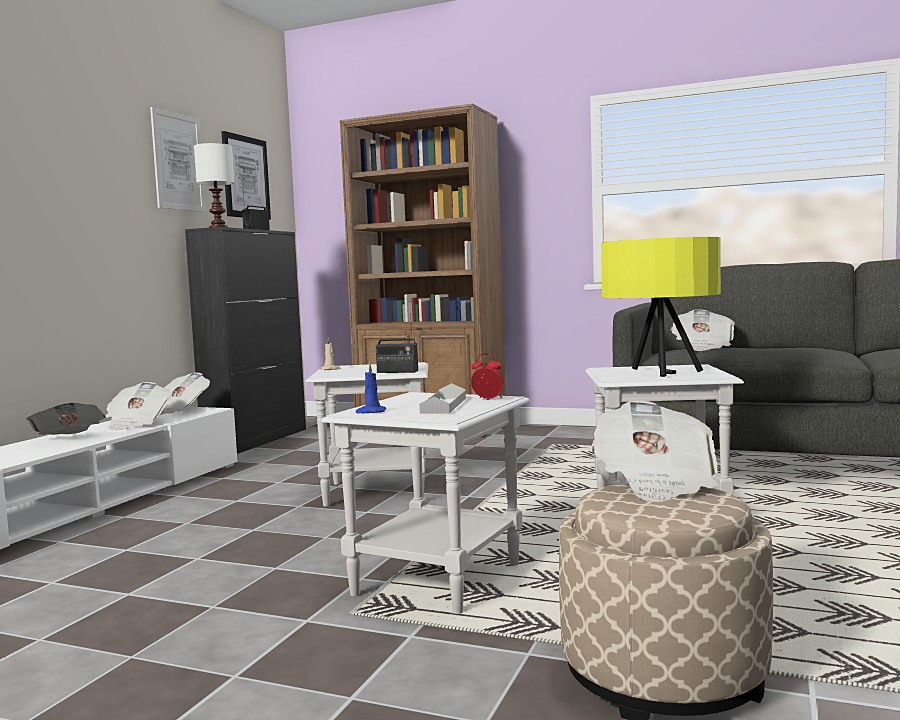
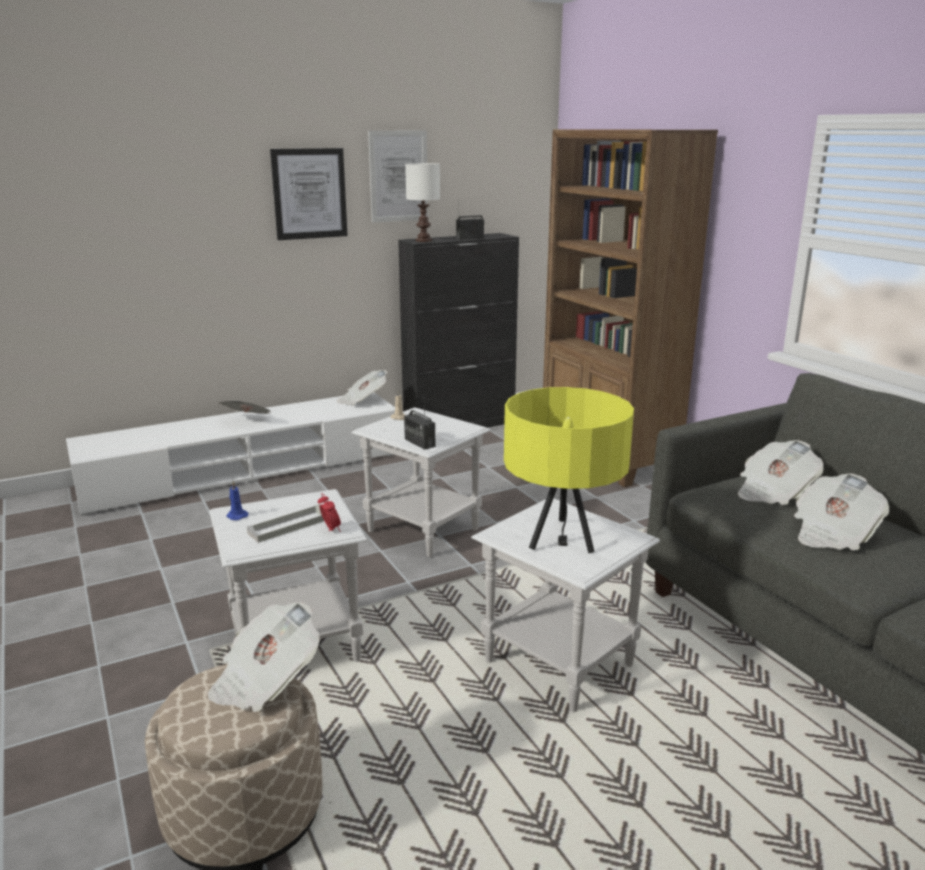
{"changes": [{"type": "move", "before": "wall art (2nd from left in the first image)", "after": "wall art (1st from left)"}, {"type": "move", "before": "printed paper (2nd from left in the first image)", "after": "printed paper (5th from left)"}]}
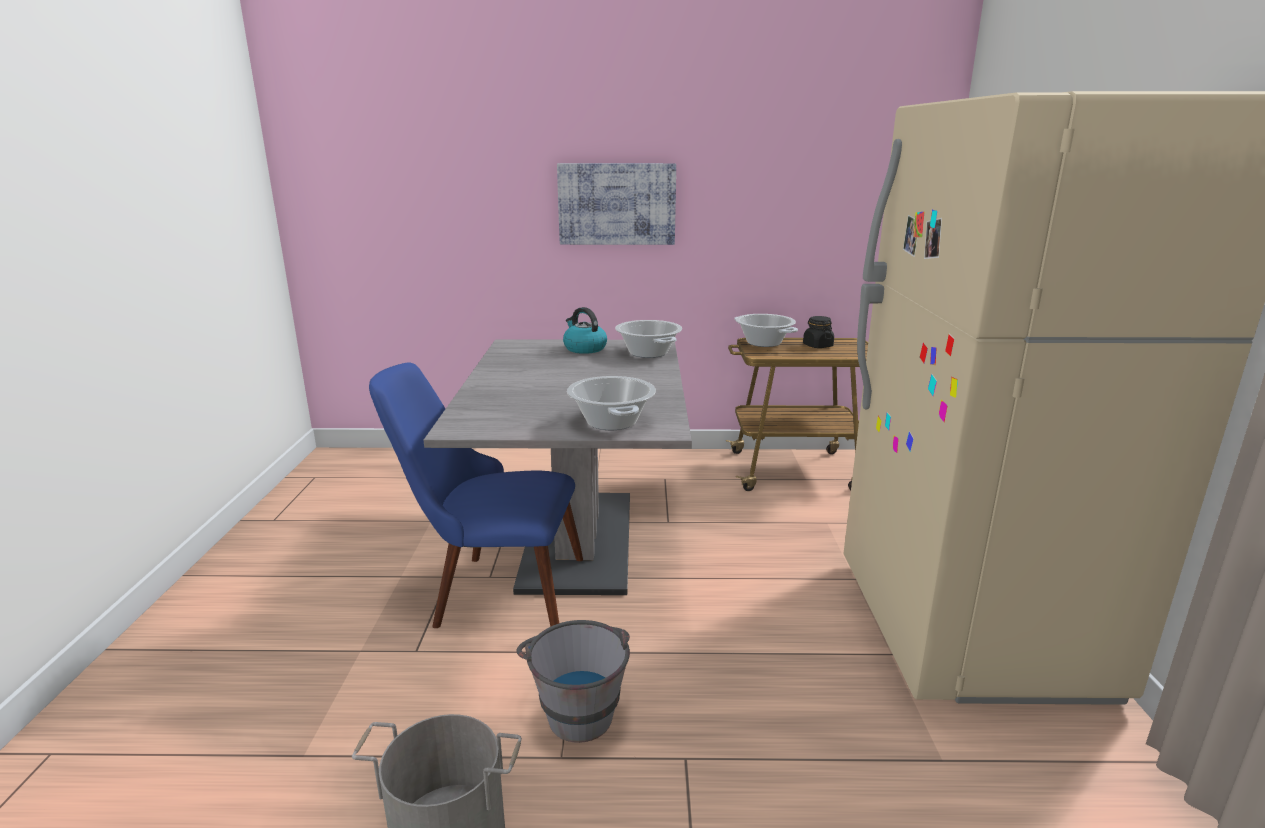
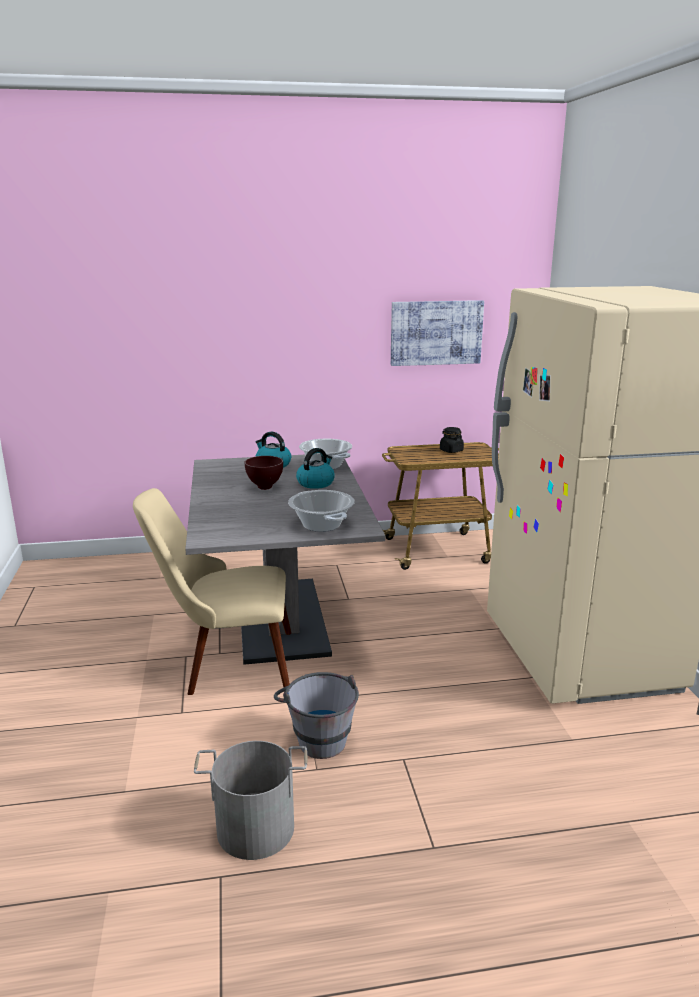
{"changes": [{"type": "recolor", "before": "upright chair/bluish", "after": "upright chair/beige"}, {"type": "insert", "after": "deep dish/brownish"}, {"type": "insert", "after": "kettle (2nd from left)"}, {"type": "move", "before": "wall art"}, {"type": "delete", "before": "stockpot (3rd from left)"}]}
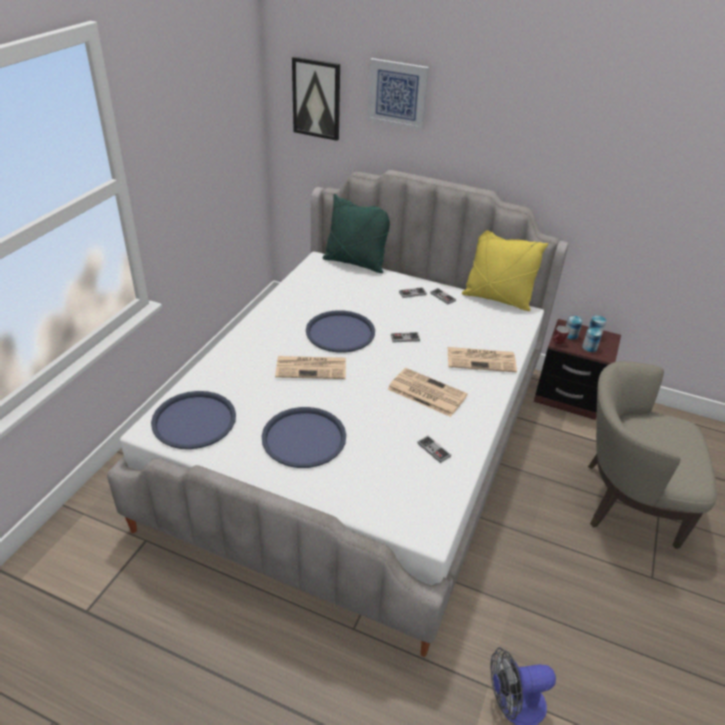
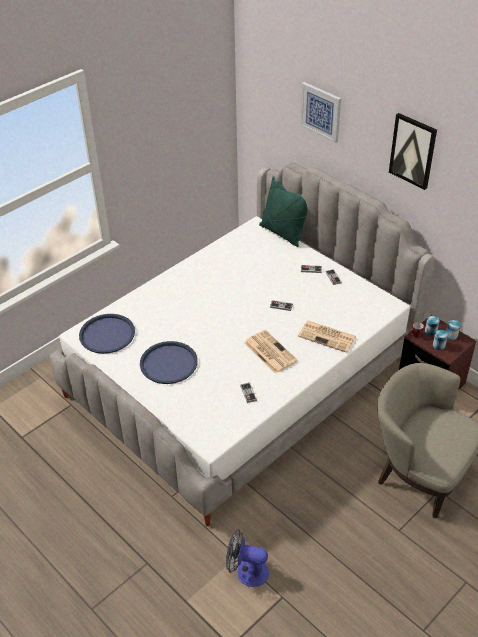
{"changes": [{"type": "move", "before": "wall art (1st from left in the first image)", "after": "wall art (2nd from left)"}, {"type": "delete", "before": "printed paper (1st from left)"}, {"type": "delete", "before": "serving tray/bluish (3rd from left)"}, {"type": "delete", "before": "throw pillow/yellowish"}]}
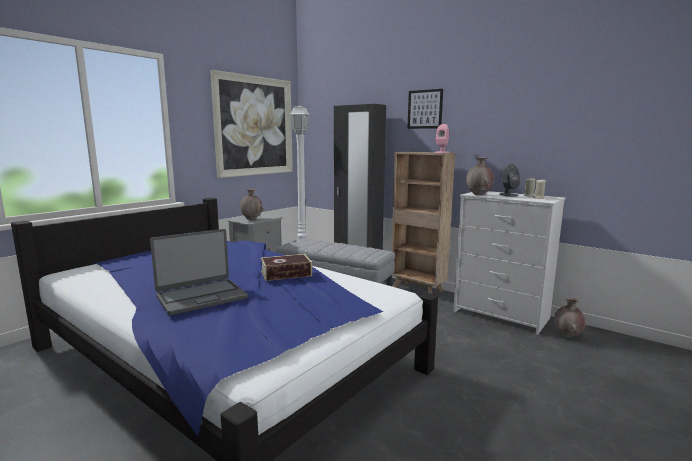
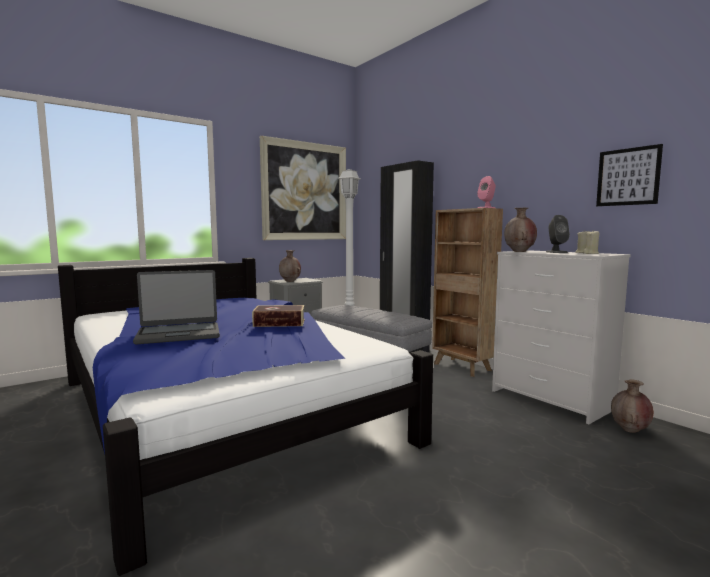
{"changes": [{"type": "move", "before": "wall art (2nd from left)"}]}
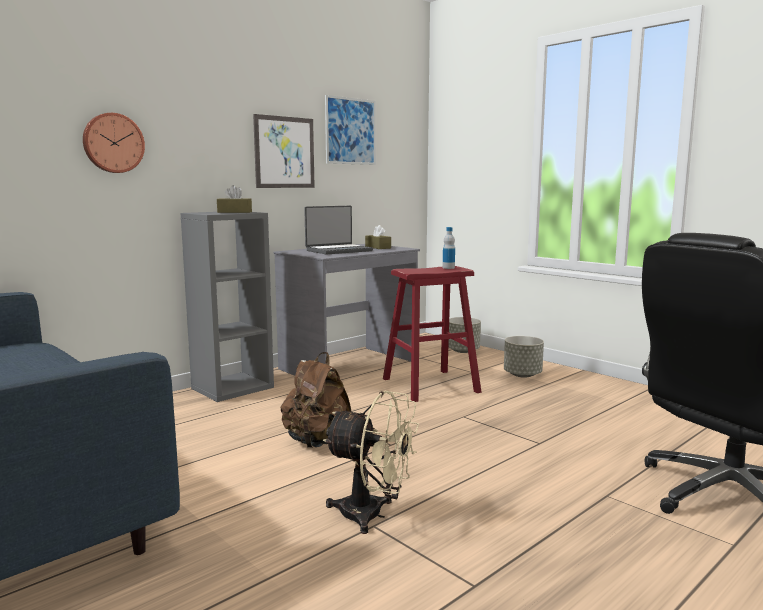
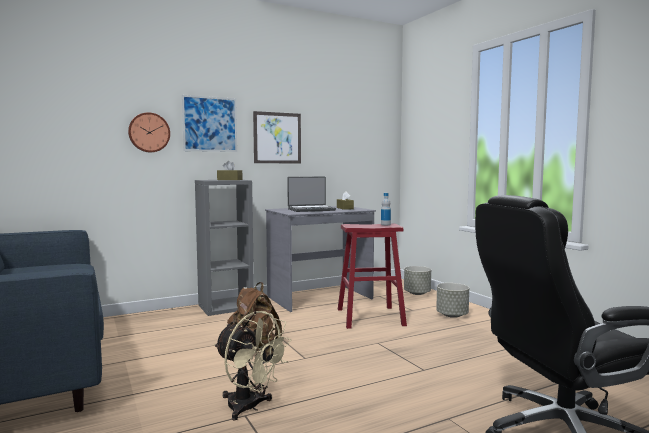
{"changes": [{"type": "move", "before": "wall art (2nd from left in the first image)", "after": "wall art (1st from left)"}]}
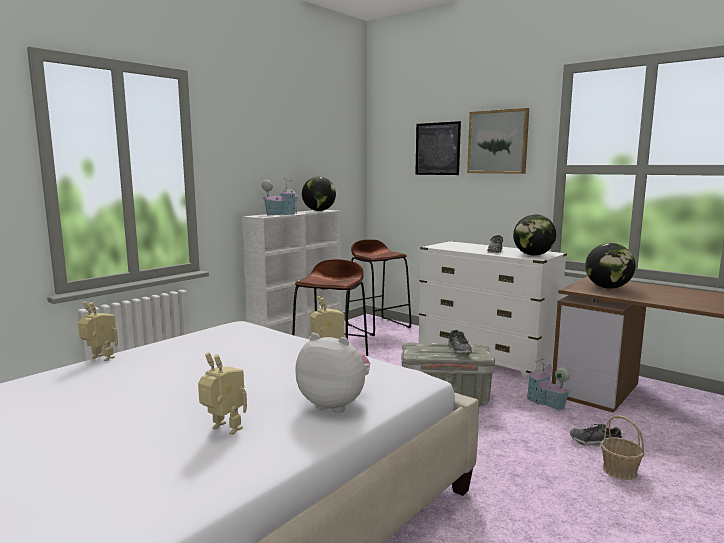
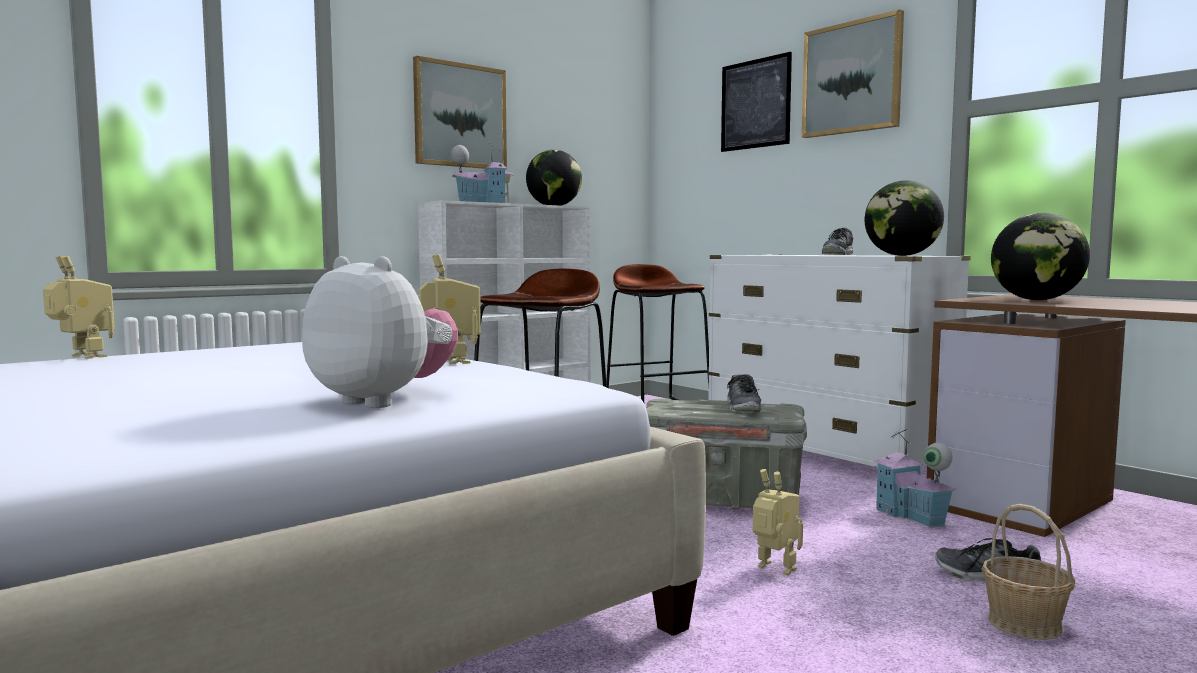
{"changes": [{"type": "insert", "after": "wall art (1st from left)"}, {"type": "move", "before": "toy robot (2nd from left in the first image)", "after": "toy robot (3rd from left)"}]}
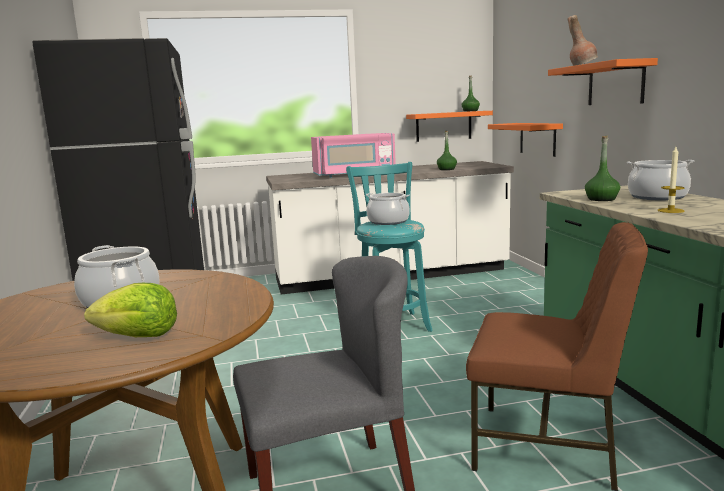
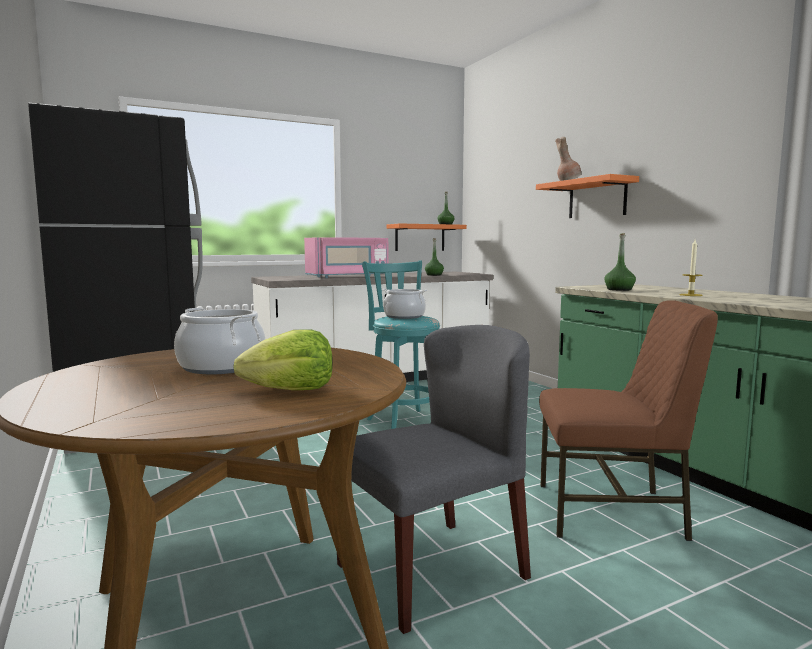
{"changes": [{"type": "delete", "before": "bracket shelf/orange (2nd from left)"}, {"type": "delete", "before": "stockpot (3rd from left)"}]}
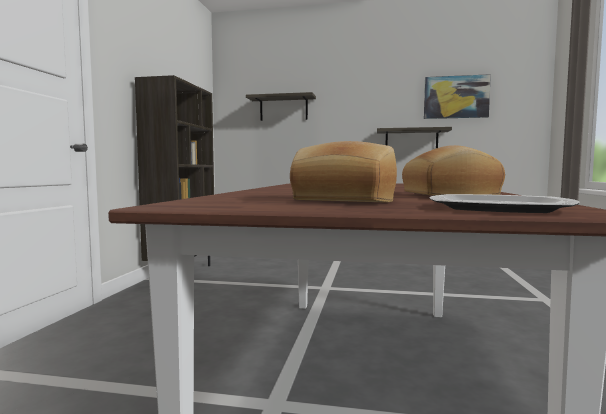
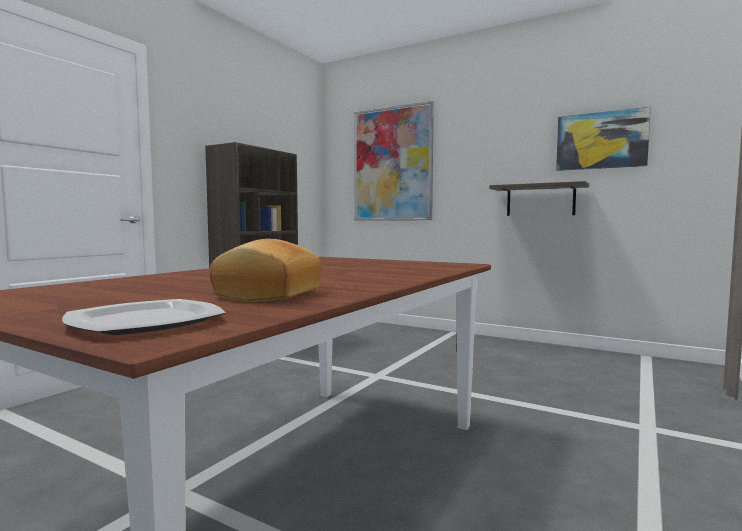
{"changes": [{"type": "replace", "before": "bracket shelf (1st from left)", "after": "wall art (1st from left)"}, {"type": "delete", "before": "bread (1st from left)"}]}
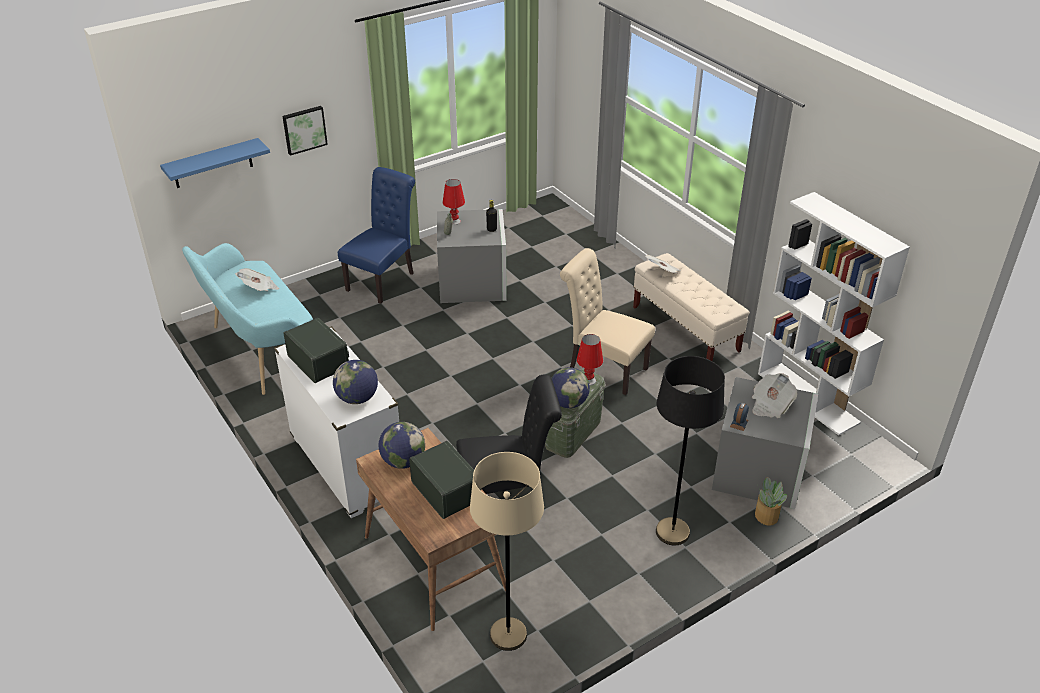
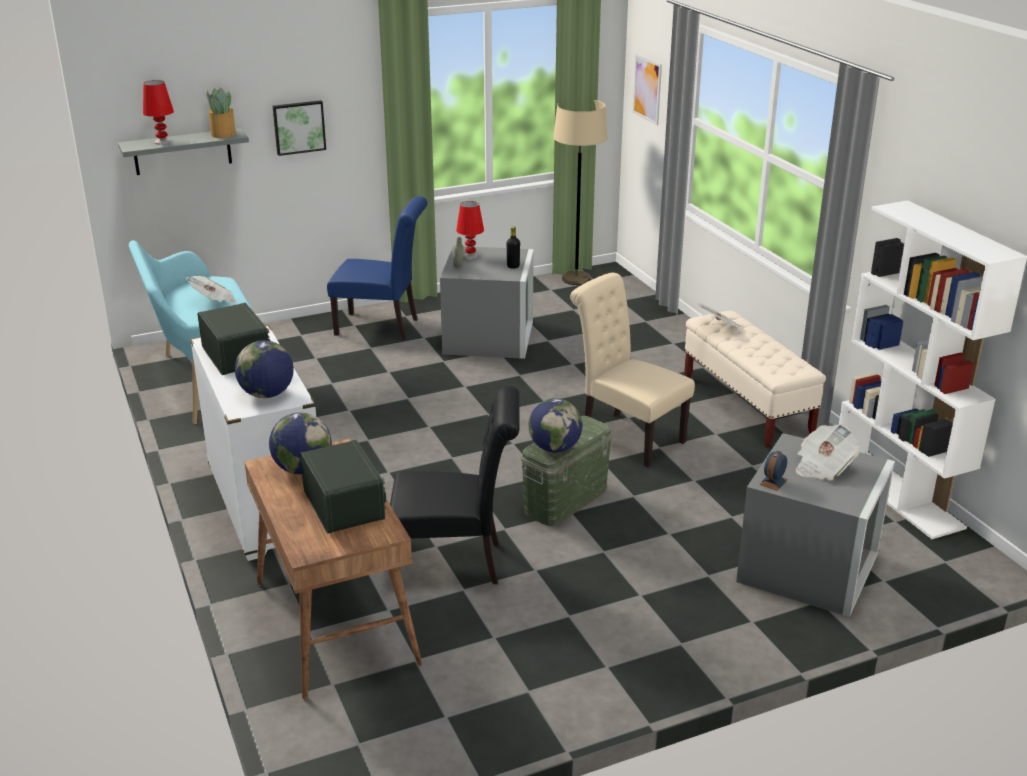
{"changes": [{"type": "recolor", "before": "bracket shelf/bluish", "after": "bracket shelf/grey"}, {"type": "move", "before": "tabletop lamp/reddish (2nd from left in the first image)", "after": "tabletop lamp/reddish (1st from left)"}, {"type": "move", "before": "houseplant"}, {"type": "rotate", "before": "upright chair/bluish", "turn": 60}, {"type": "move", "before": "standing lamp/beige"}, {"type": "insert", "after": "wall art (2nd from left)"}, {"type": "delete", "before": "standing lamp/black-coloured"}]}
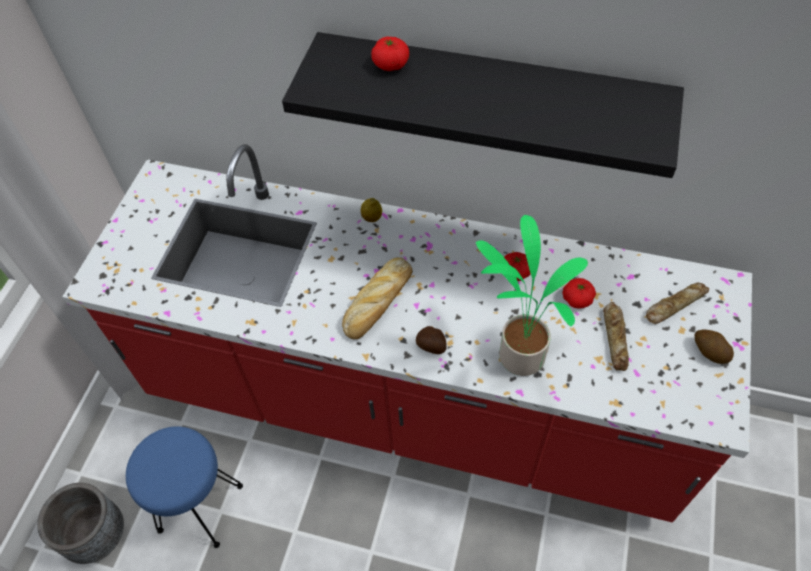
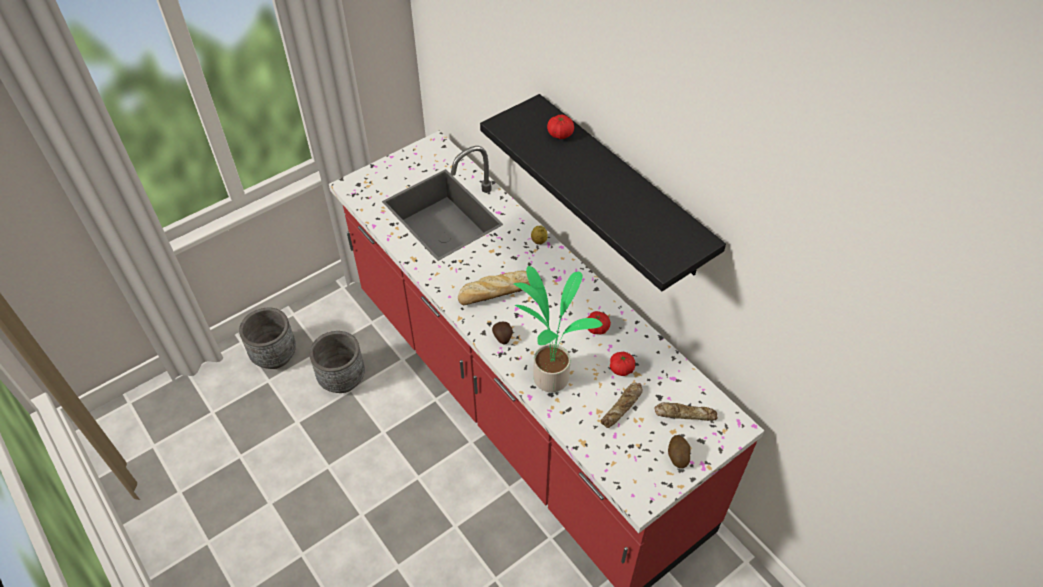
{"changes": [{"type": "replace", "before": "stool seat/bluish", "after": "flower pot/grey (2nd from left)"}]}
